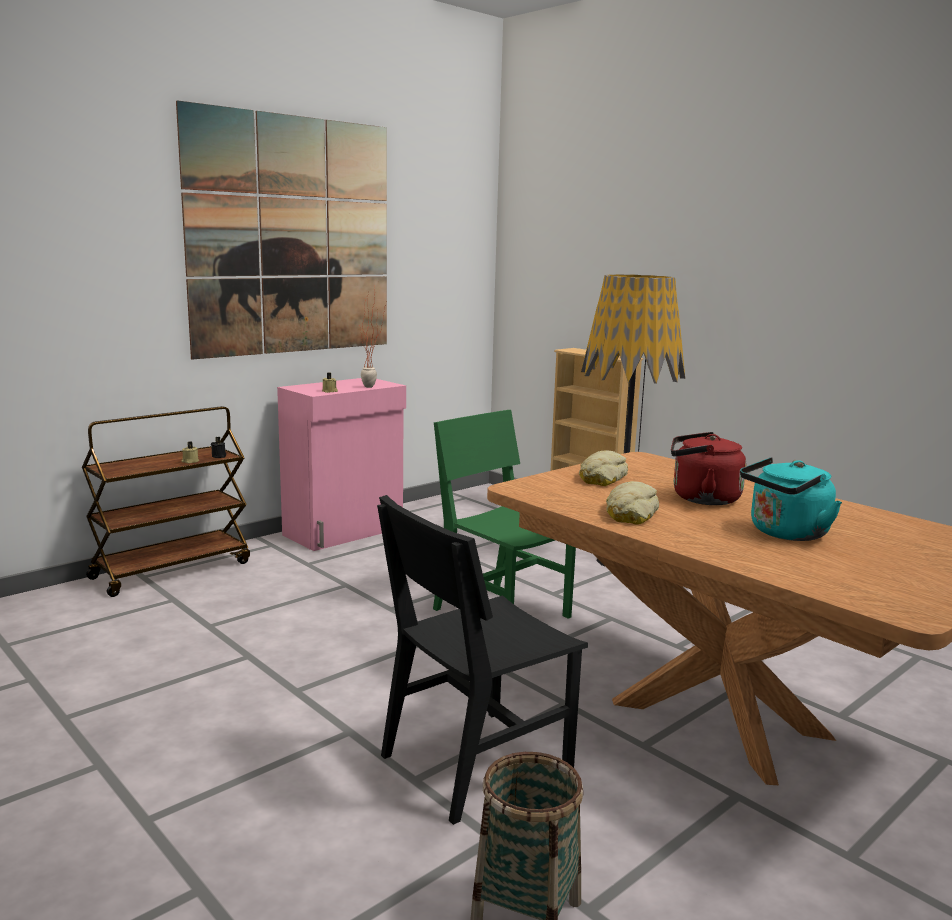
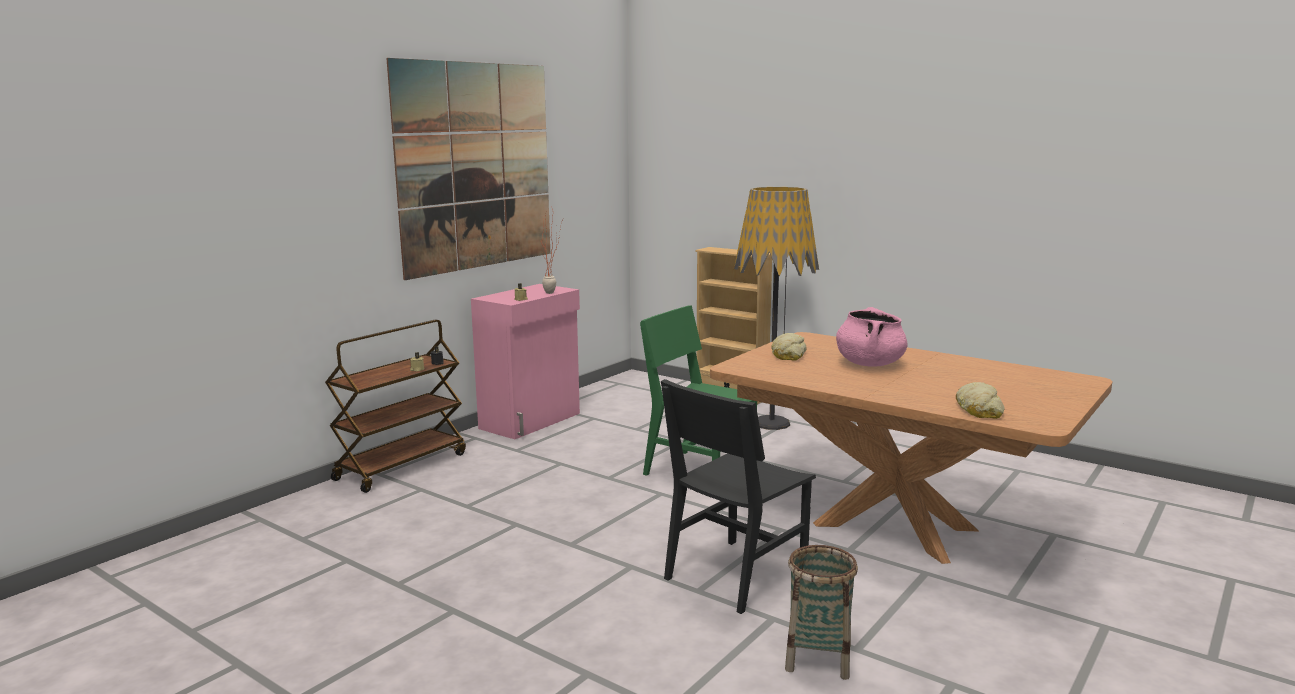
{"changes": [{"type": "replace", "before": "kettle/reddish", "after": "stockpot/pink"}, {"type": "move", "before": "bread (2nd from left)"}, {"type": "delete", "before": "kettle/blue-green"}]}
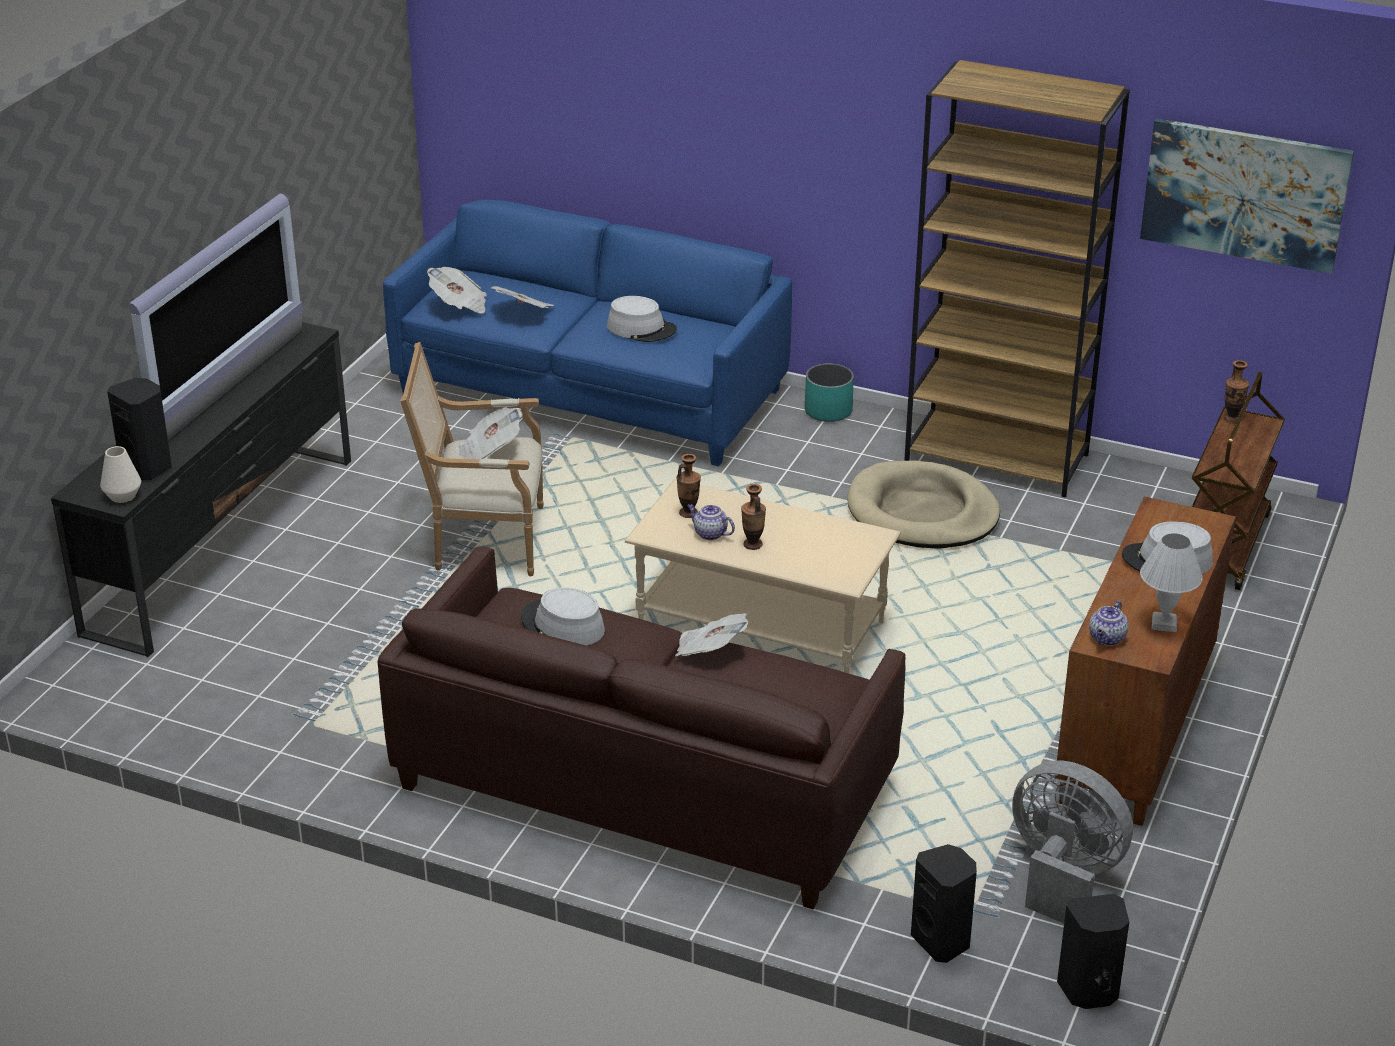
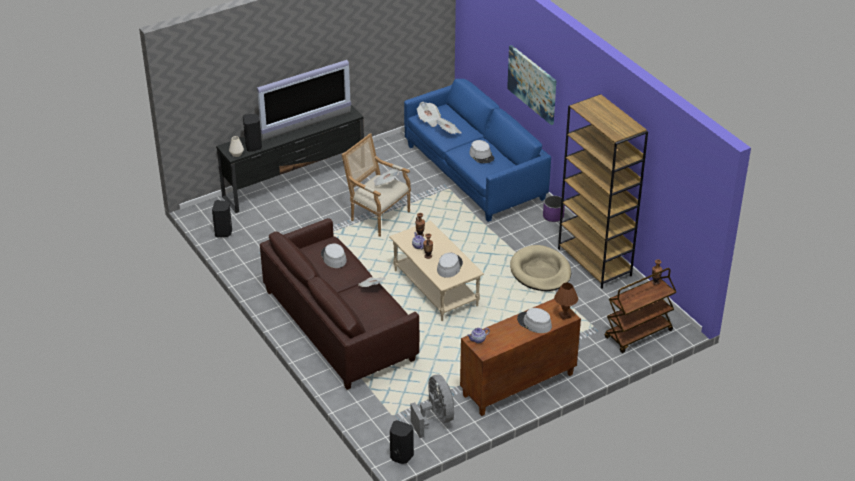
{"changes": [{"type": "move", "before": "audio speaker/black-coloured (2nd from left in the first image)", "after": "audio speaker/black-coloured (1st from left)"}, {"type": "insert", "after": "wearable hat/grey (2nd from left)"}, {"type": "move", "before": "wall art"}, {"type": "recolor", "before": "flower pot/blue-green", "after": "flower pot/purple-coloured"}, {"type": "insert", "after": "tabletop lamp/brownish"}, {"type": "delete", "before": "tabletop lamp/white"}]}
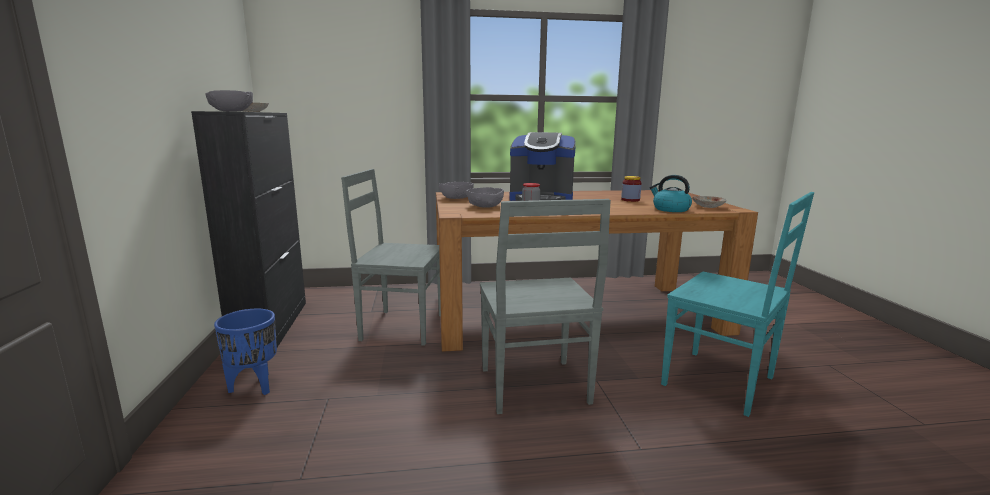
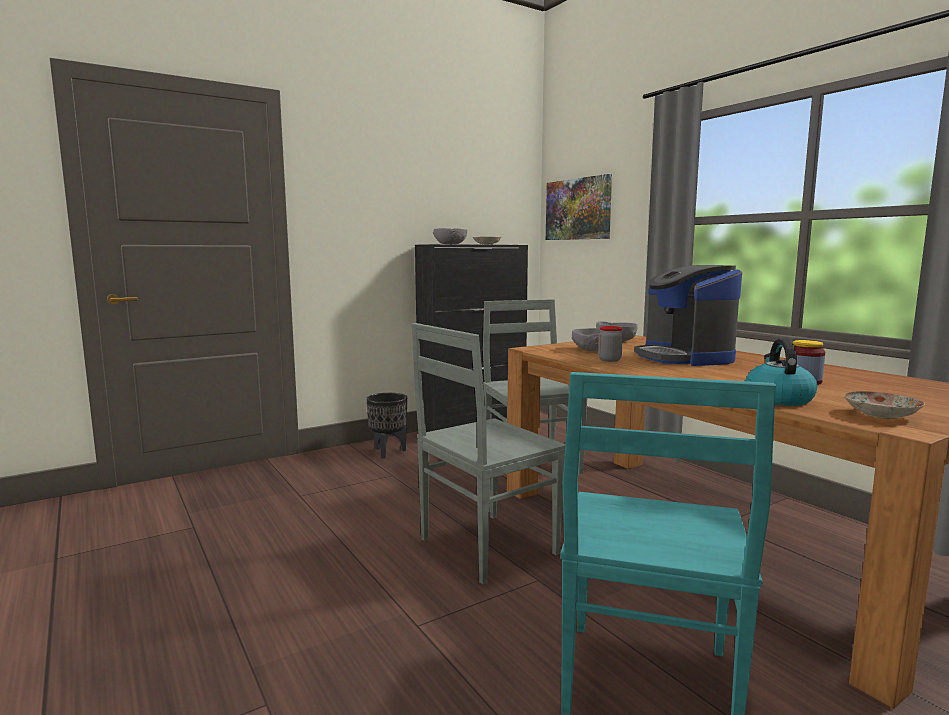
{"changes": [{"type": "recolor", "before": "flower pot/bluish", "after": "flower pot/black-coloured"}, {"type": "insert", "after": "wall art"}]}
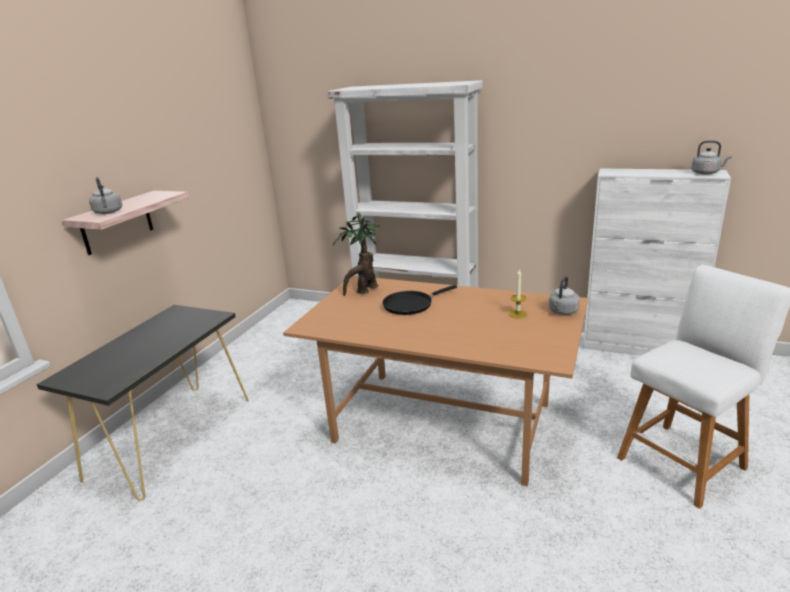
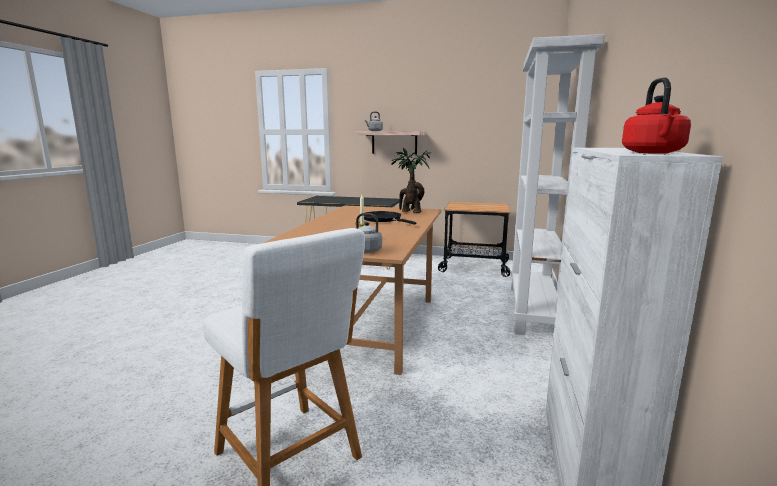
{"changes": [{"type": "insert", "after": "cart"}, {"type": "recolor", "before": "kettle/grey (3rd from left)", "after": "kettle/reddish"}]}
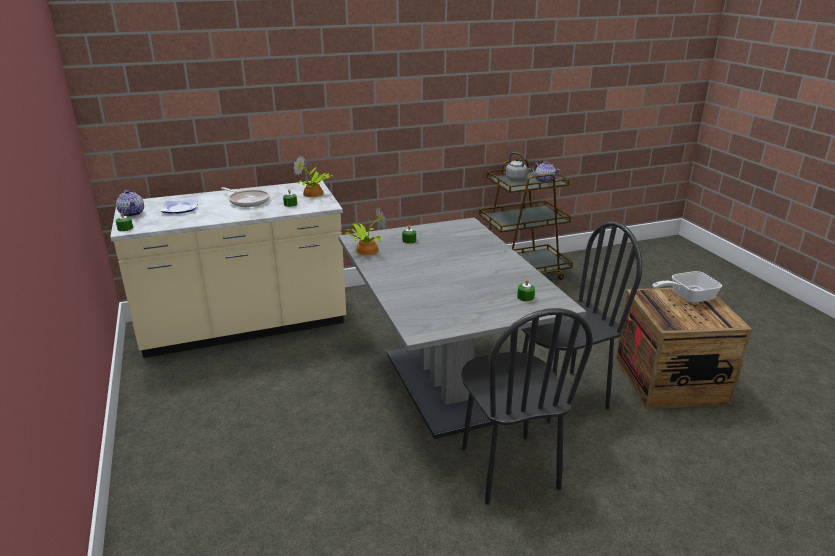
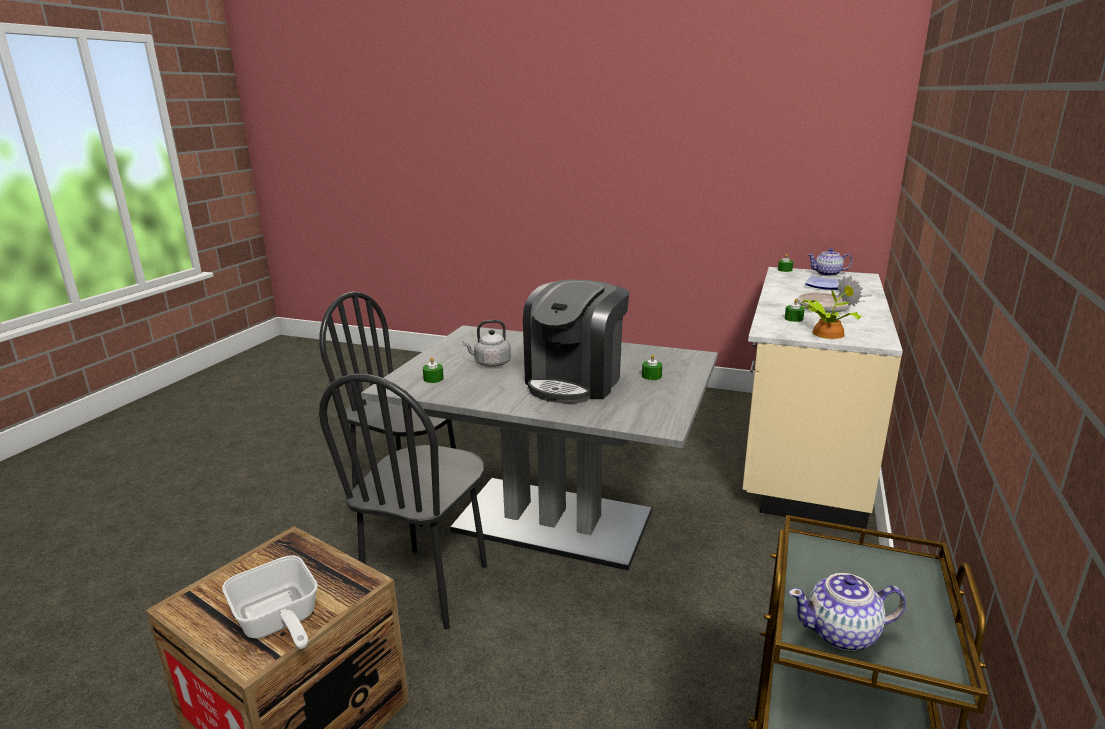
{"changes": [{"type": "rotate", "before": "frying pan (2nd from left in the first image)", "turn": 120}, {"type": "move", "before": "kettle/grey"}, {"type": "insert", "after": "coffee brewer"}, {"type": "delete", "before": "houseplant (2nd from left)"}]}
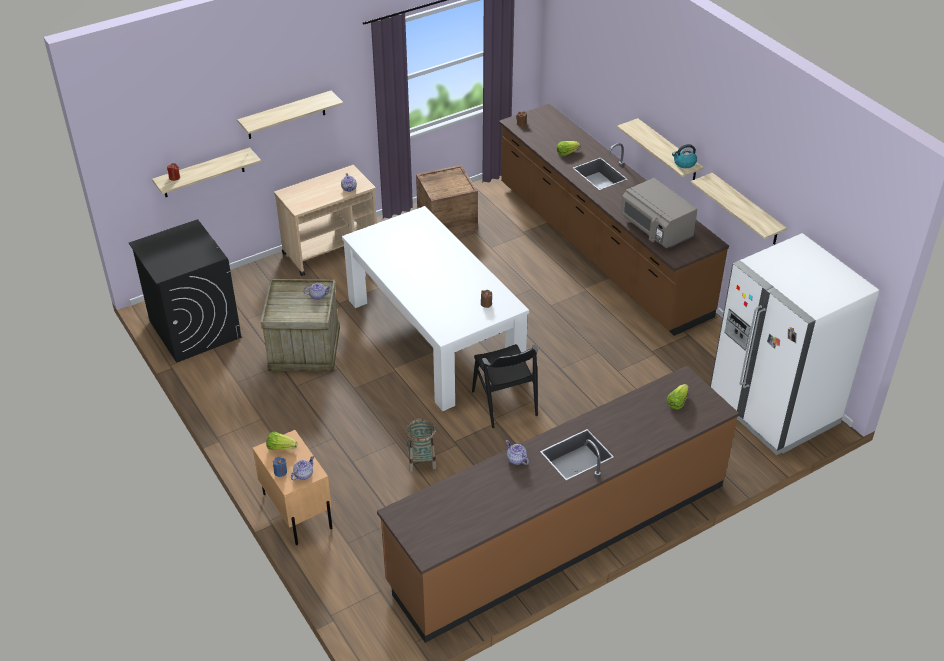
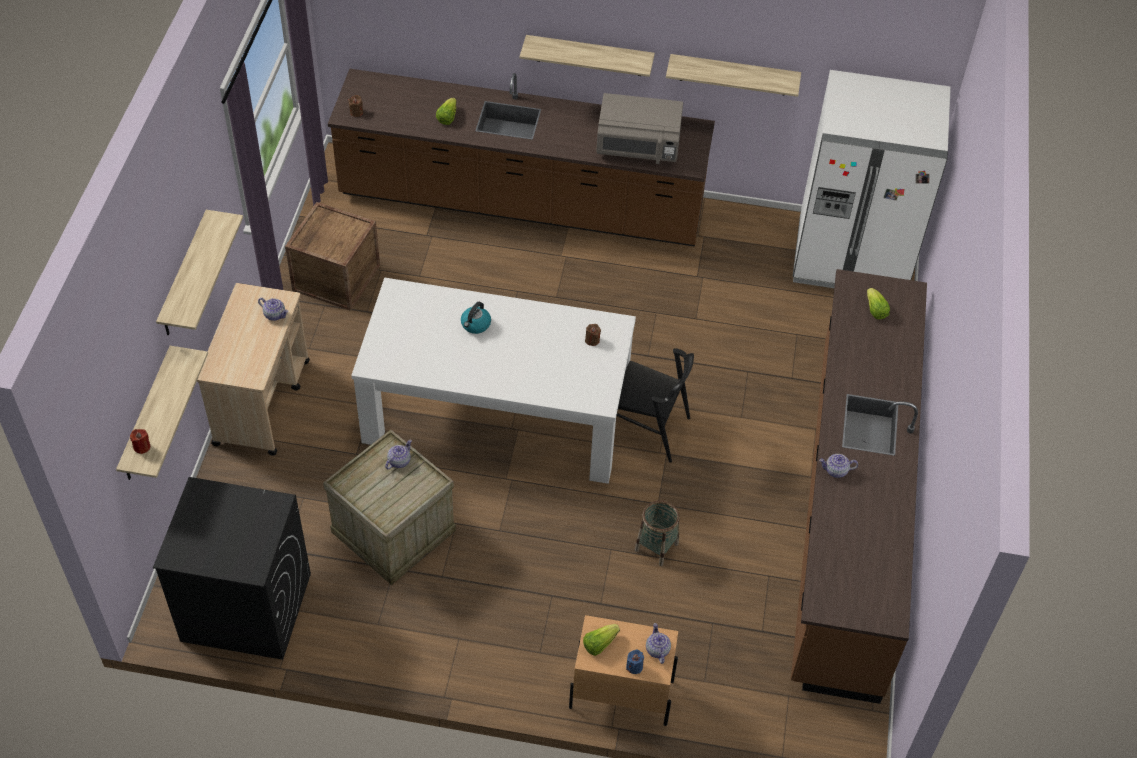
{"changes": [{"type": "move", "before": "kettle"}]}
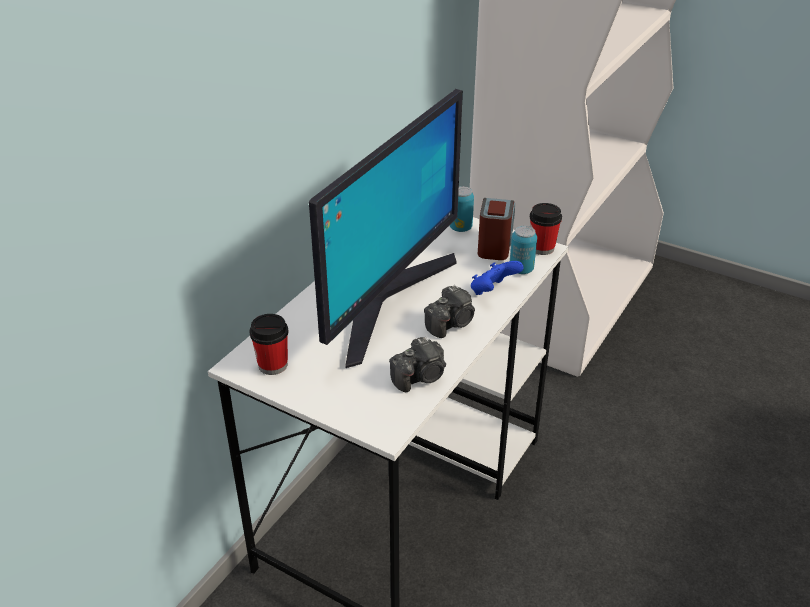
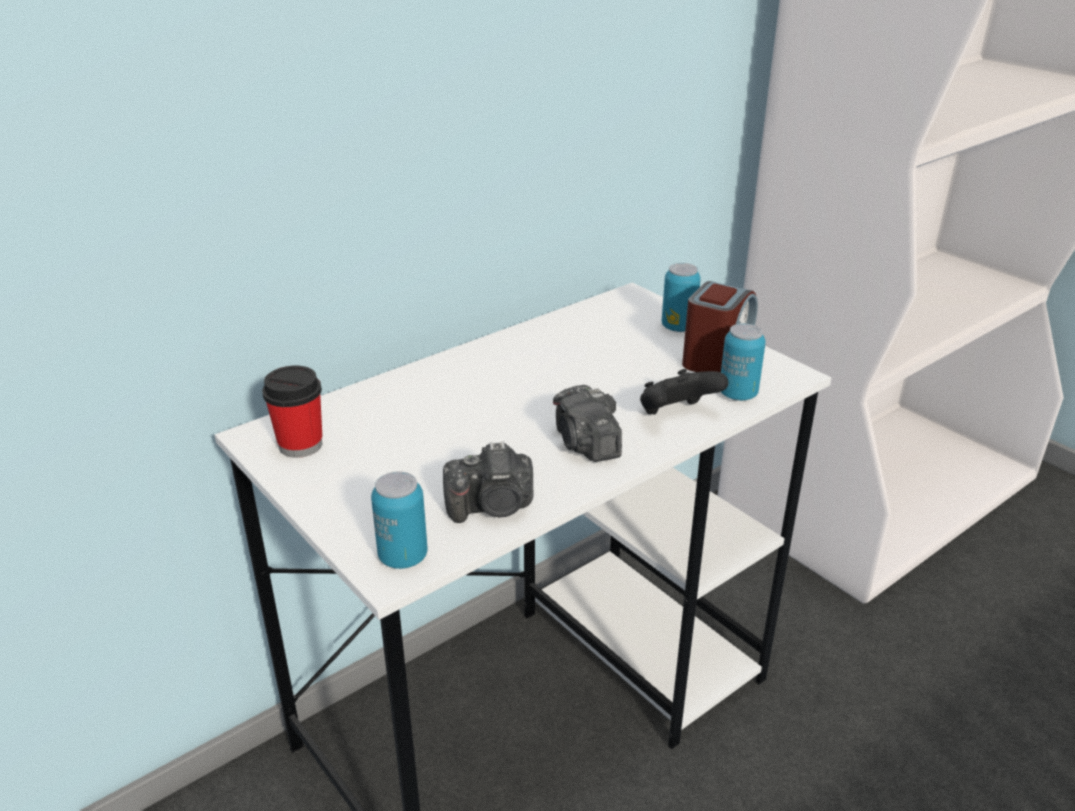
{"changes": [{"type": "insert", "after": "sealed can (1st from left)"}, {"type": "rotate", "before": "still camera (2nd from left)", "turn": 90}, {"type": "recolor", "before": "joypad/bluish", "after": "joypad/black-coloured"}, {"type": "delete", "before": "computer display"}, {"type": "delete", "before": "drinking cup (2nd from left)"}]}
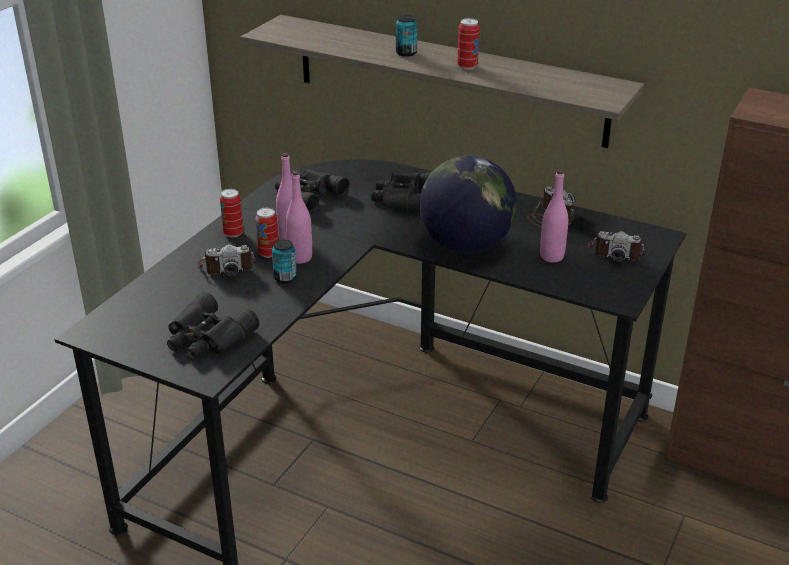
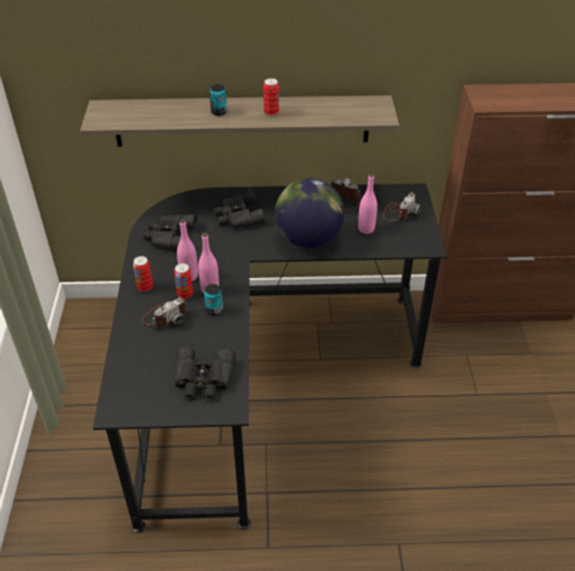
{"changes": [{"type": "rotate", "before": "still camera (3rd from left)", "turn": -45}]}
